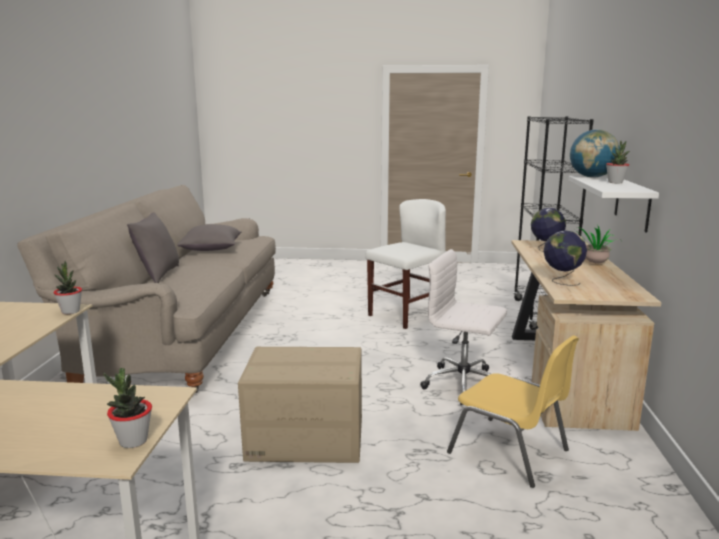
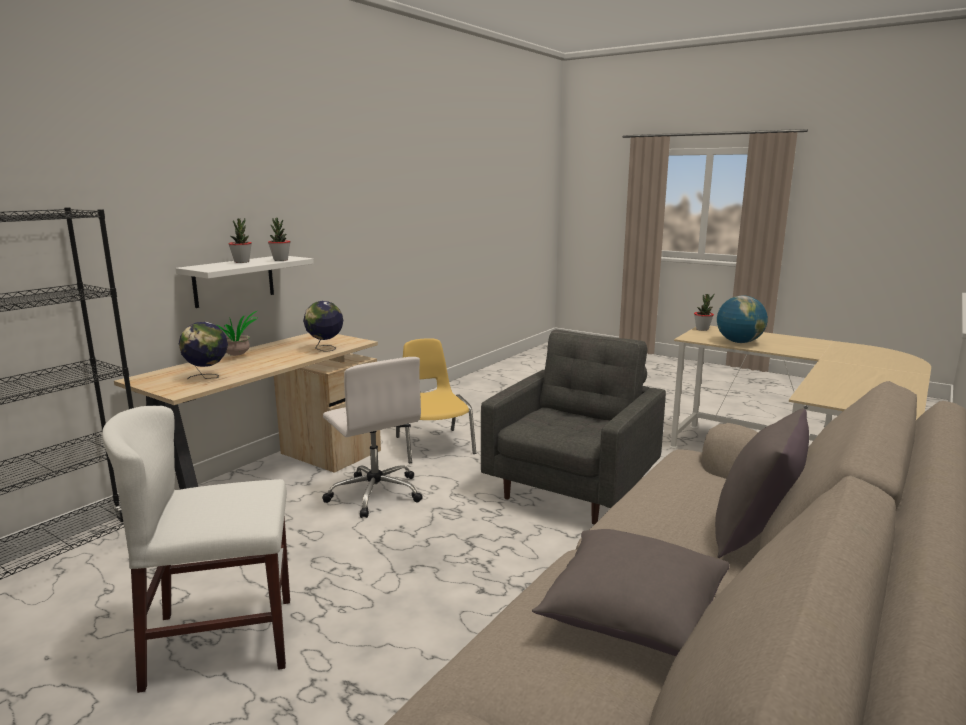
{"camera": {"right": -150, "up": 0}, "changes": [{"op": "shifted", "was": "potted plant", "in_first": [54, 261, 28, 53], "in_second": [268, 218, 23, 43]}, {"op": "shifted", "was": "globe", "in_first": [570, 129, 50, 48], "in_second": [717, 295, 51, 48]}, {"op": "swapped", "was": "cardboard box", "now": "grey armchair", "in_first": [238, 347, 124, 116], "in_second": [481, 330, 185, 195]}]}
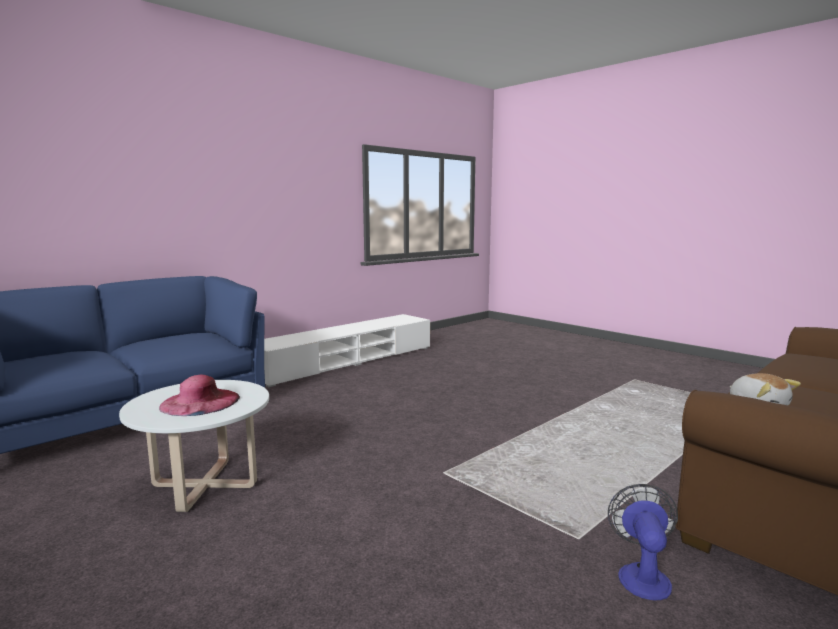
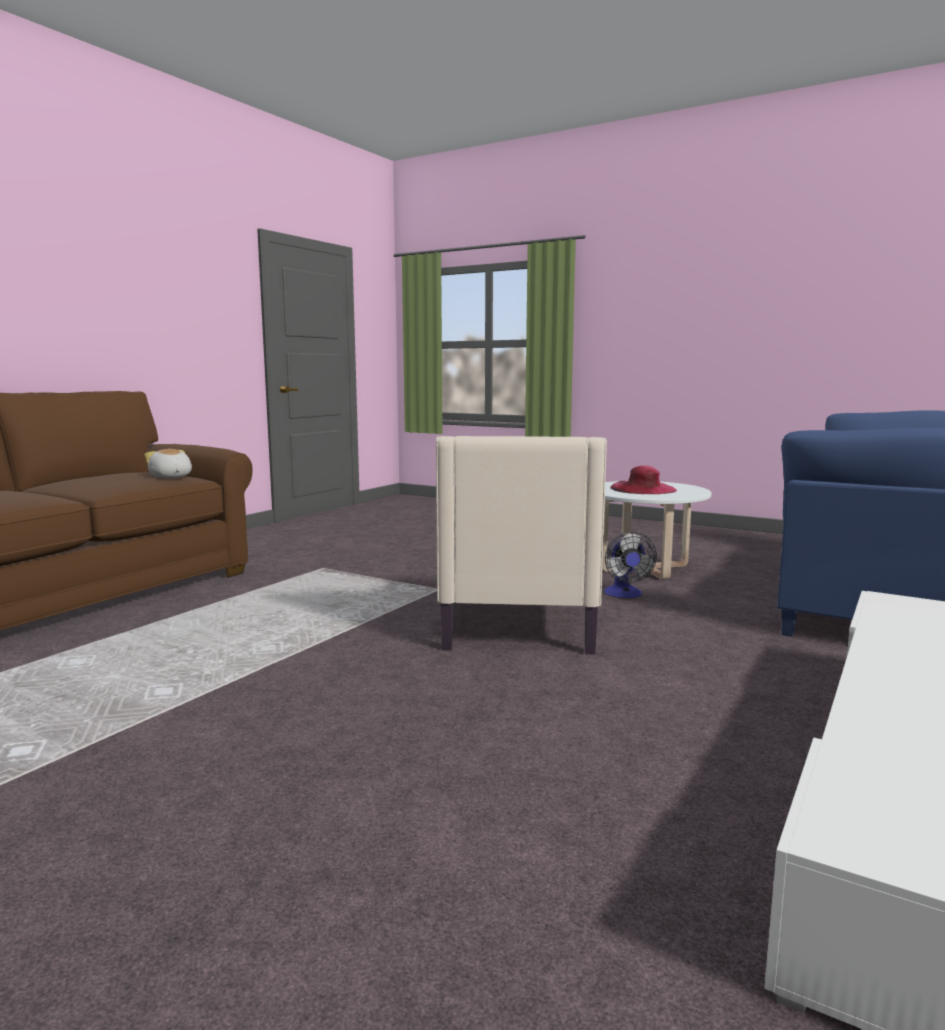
{"camera": {"right": 165, "up": 0}, "changes": [{"op": "new", "now": "beige armchair", "in_second": [436, 436, 171, 219]}, {"op": "shifted", "was": "fan", "in_first": [608, 484, 70, 116], "in_second": [604, 532, 53, 66]}]}
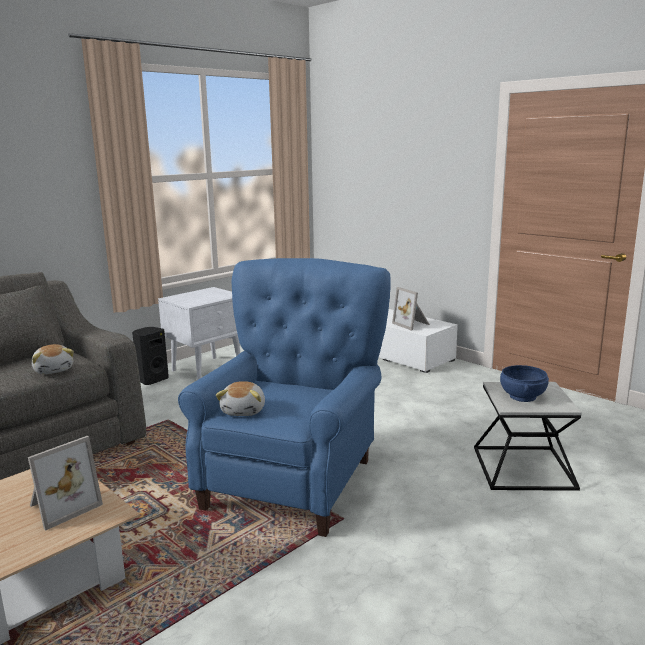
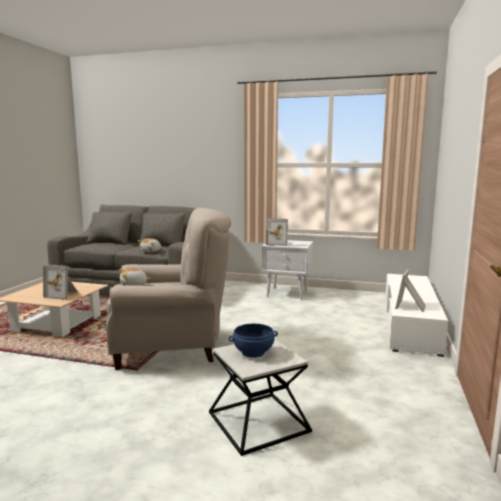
{"camera": {"right": 60, "up": -5}, "changes": [{"op": "gone", "was": "black speaker", "in_first": [132, 327, 37, 58]}, {"op": "new", "now": "picture frame", "in_second": [266, 218, 22, 28]}, {"op": "repainted", "was": "blue armchair", "now": "beige armchair", "in_first": [178, 258, 212, 279], "in_second": [106, 208, 125, 162]}]}
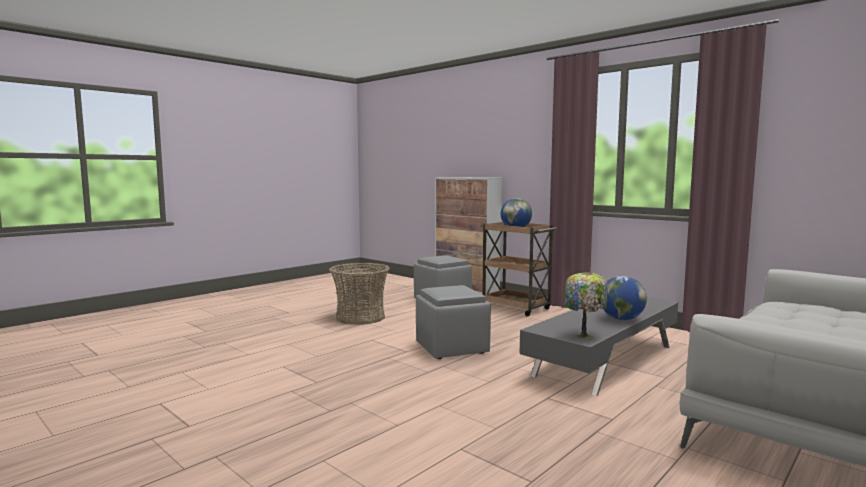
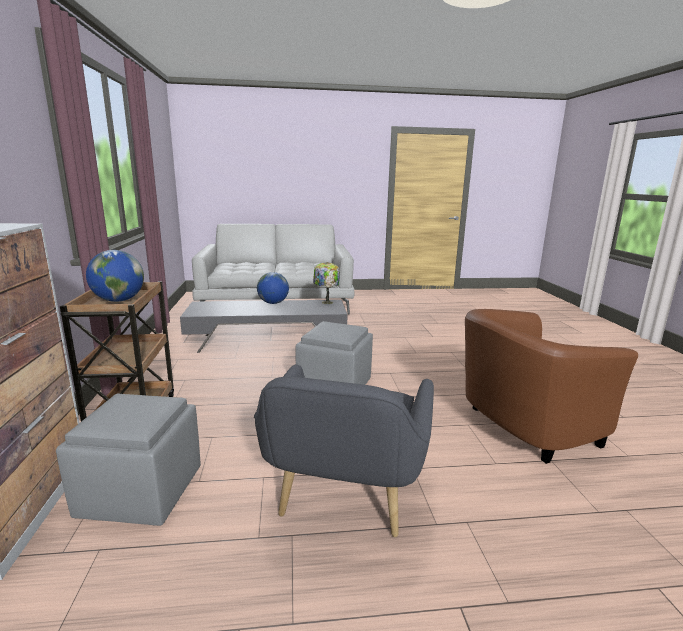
{"camera": {"right": -140, "up": 10}, "changes": [{"op": "new", "now": "brown armchair", "in_second": [465, 309, 173, 155]}, {"op": "swapped", "was": "basket", "now": "grey armchair", "in_first": [329, 263, 61, 62], "in_second": [254, 364, 180, 173]}]}
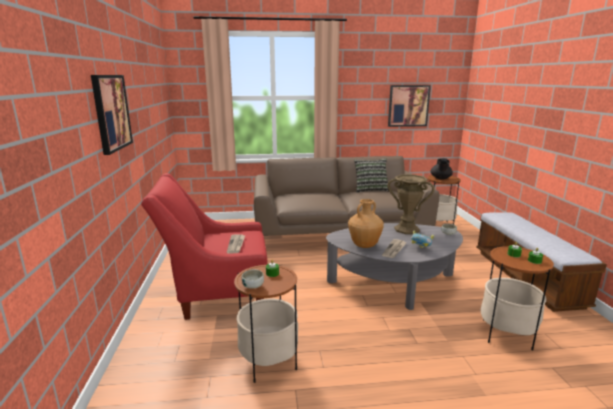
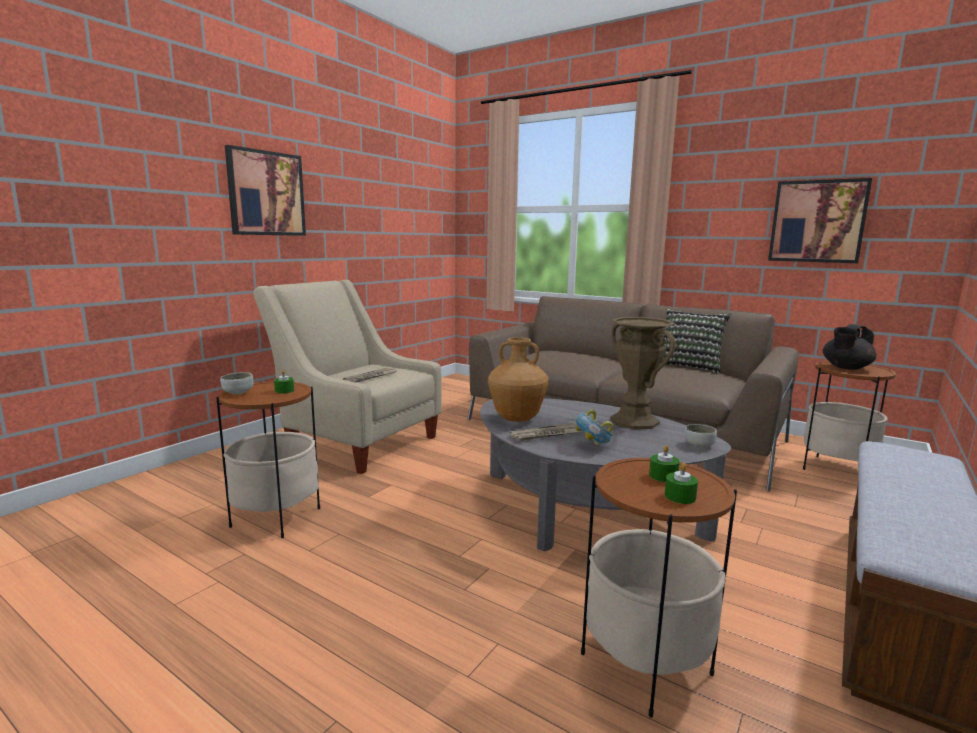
{"camera": {"right": 40, "up": -5}, "changes": [{"op": "repainted", "was": "red armchair", "now": "beige armchair", "in_first": [141, 173, 127, 147], "in_second": [253, 280, 189, 194]}]}
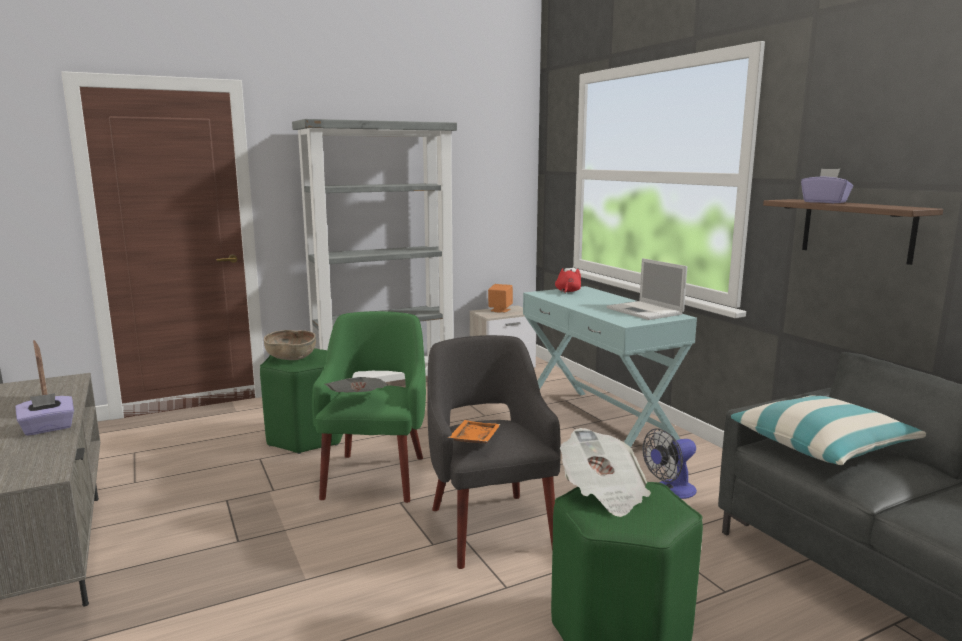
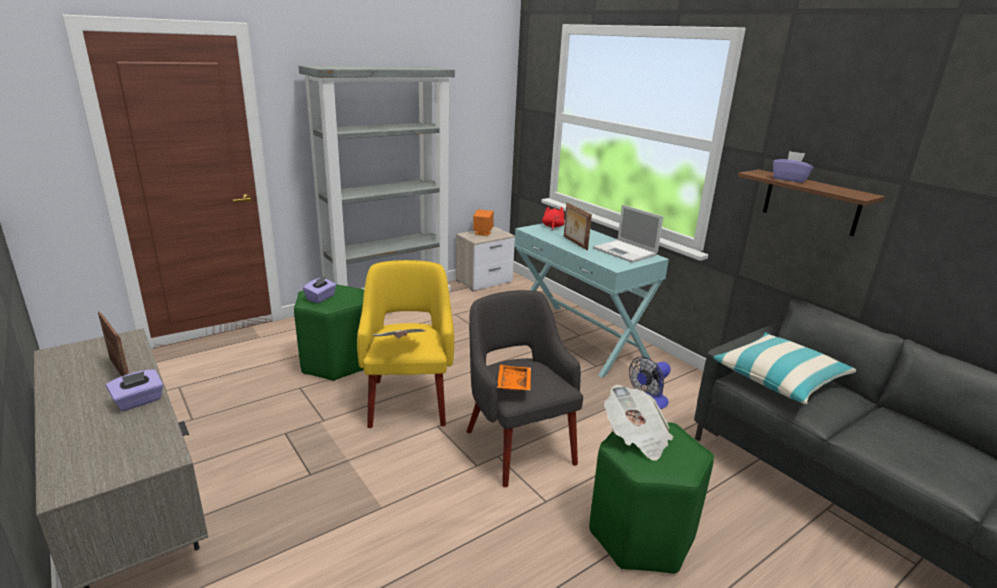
{"camera": {"right": -10, "up": 10}, "changes": [{"op": "new", "now": "picture frame", "in_second": [564, 202, 28, 48]}, {"op": "swapped", "was": "brown bowl", "now": "purple tissue box", "in_first": [264, 330, 52, 30], "in_second": [303, 276, 33, 27]}, {"op": "repainted", "was": "green armchair", "now": "yellow armchair", "in_first": [312, 311, 114, 192], "in_second": [357, 260, 97, 168]}]}
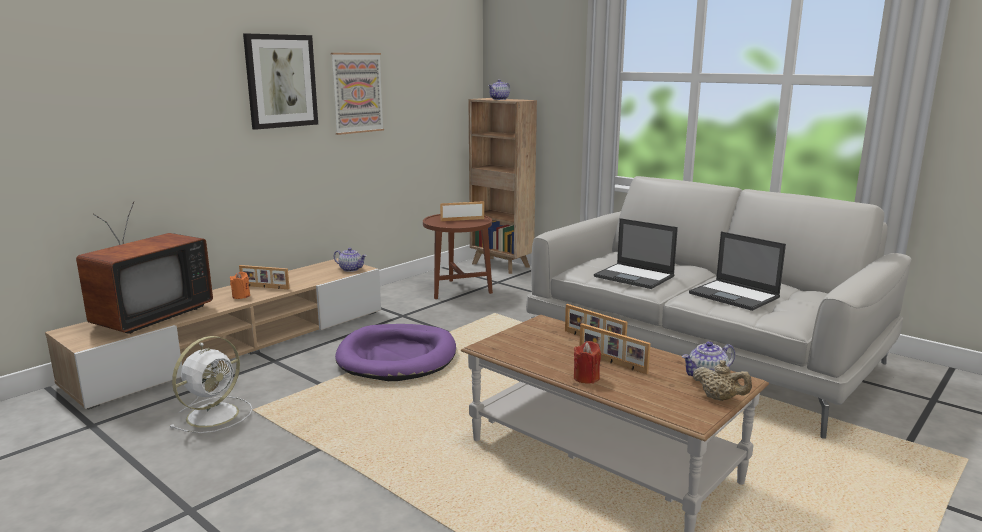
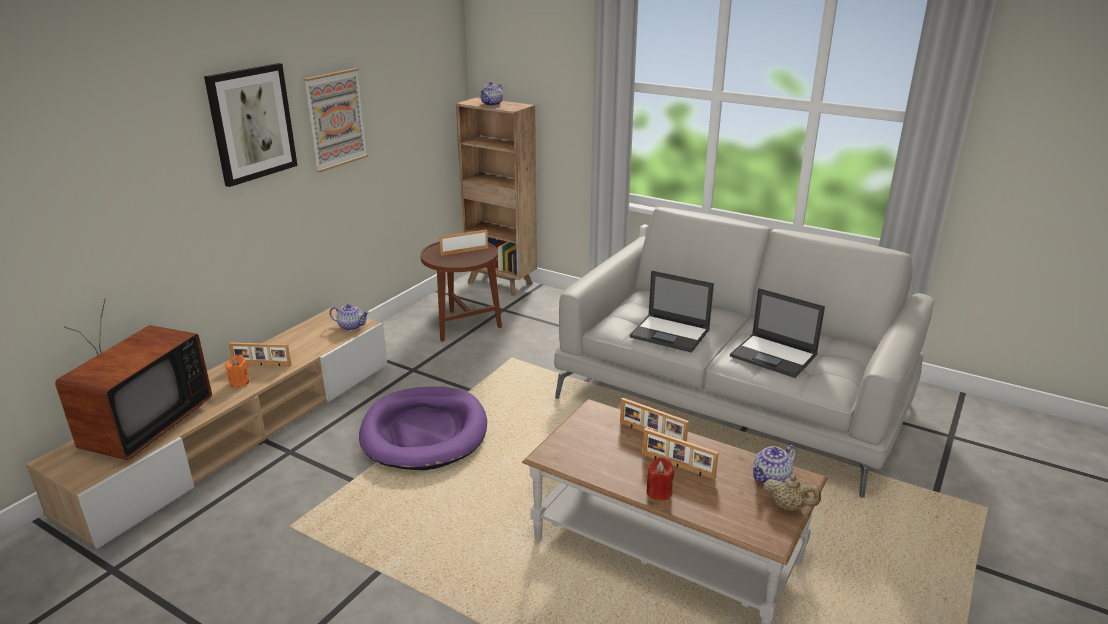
{"camera": {"right": -10, "up": 10}, "changes": [{"op": "gone", "was": "white fan", "in_first": [170, 336, 82, 97]}]}
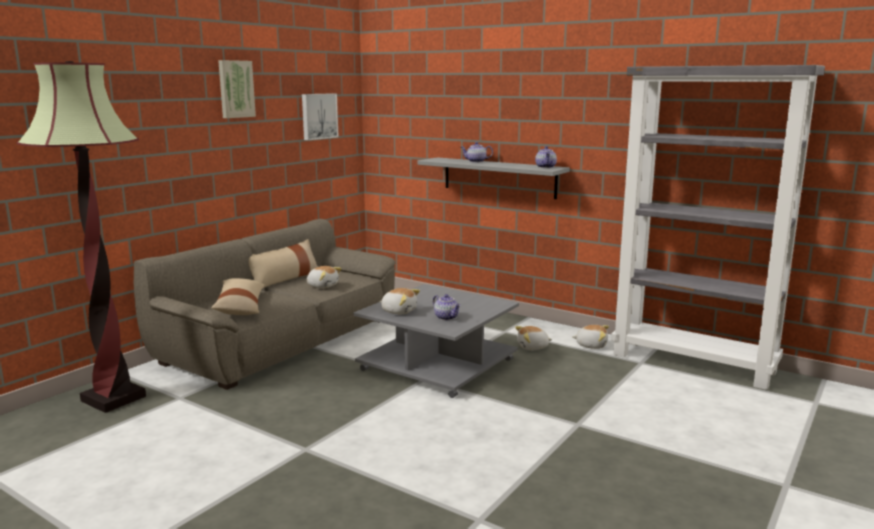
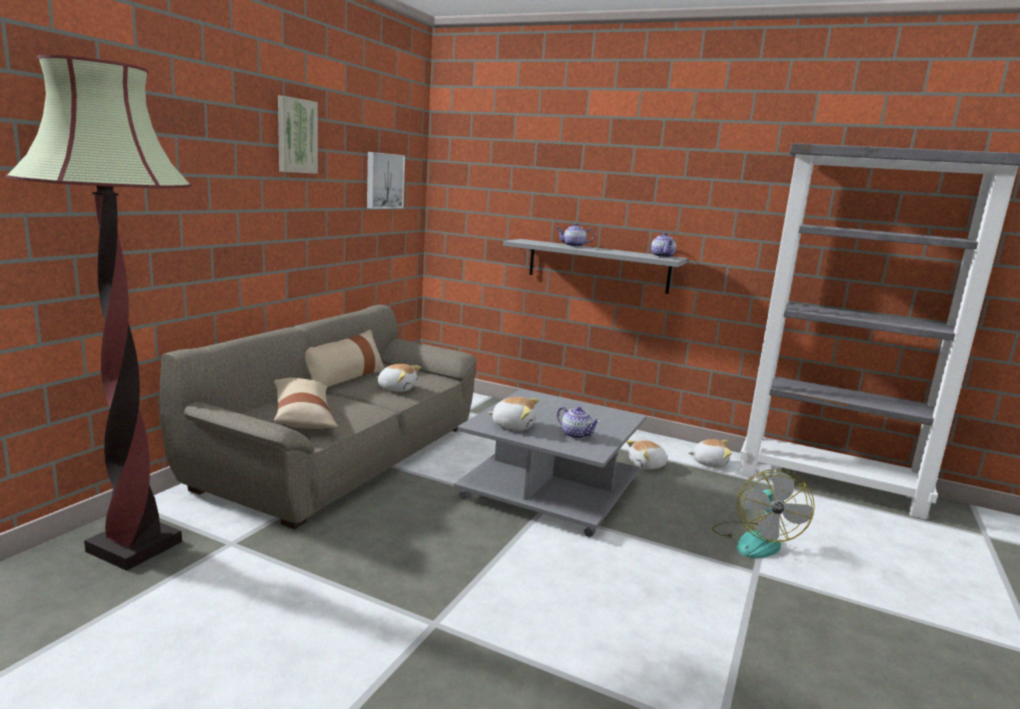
{"camera": {"right": -10, "up": 0}, "changes": [{"op": "new", "now": "fan", "in_second": [712, 469, 103, 89]}]}
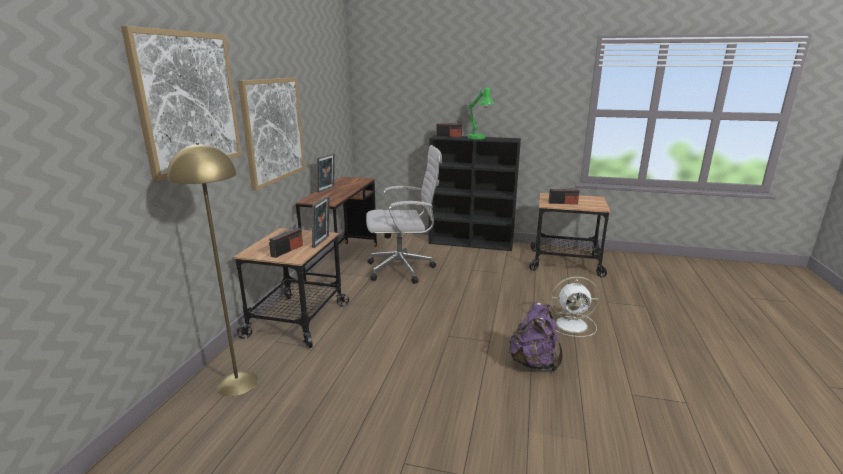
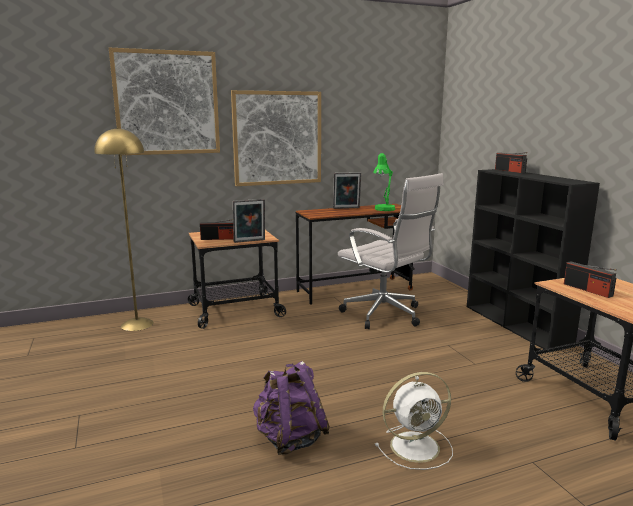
{"camera": {"right": 55, "up": -5}, "changes": [{"op": "shifted", "was": "green table lamp", "in_first": [468, 87, 25, 52], "in_second": [373, 153, 23, 58]}, {"op": "rotated", "was": "white fan", "in_first": [551, 276, 49, 61], "in_second": [375, 372, 78, 98], "clockwise": -75}]}
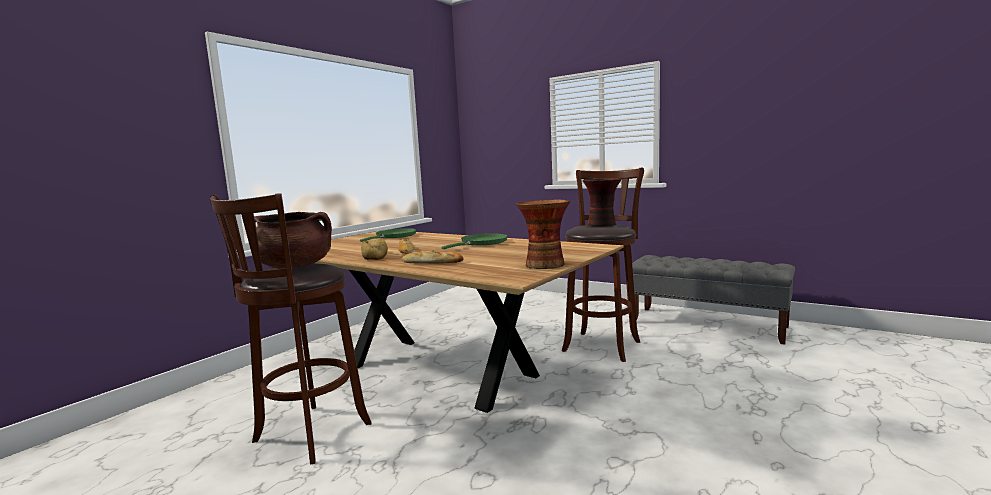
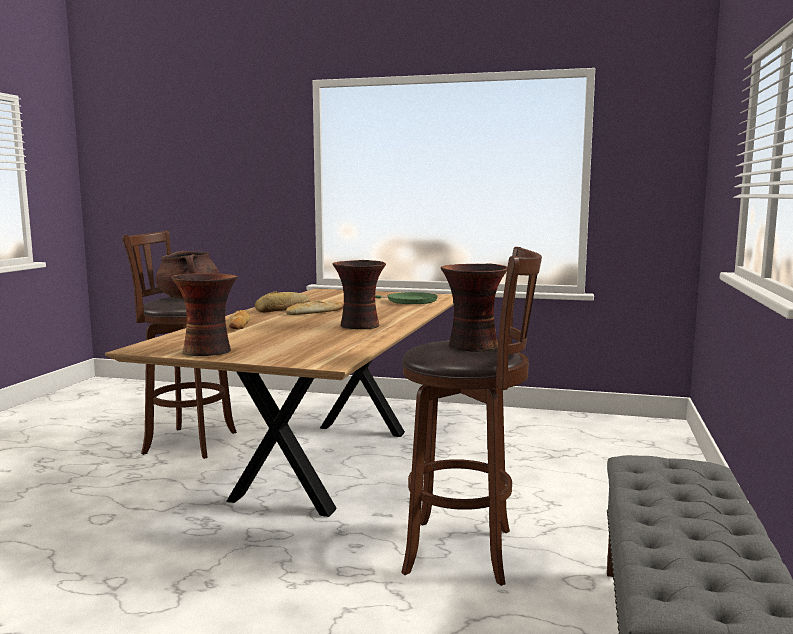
{"camera": {"right": 70, "up": 0}, "changes": [{"op": "swapped", "was": "green frying pan", "now": "vase", "in_first": [441, 233, 67, 16], "in_second": [333, 260, 53, 69]}]}
